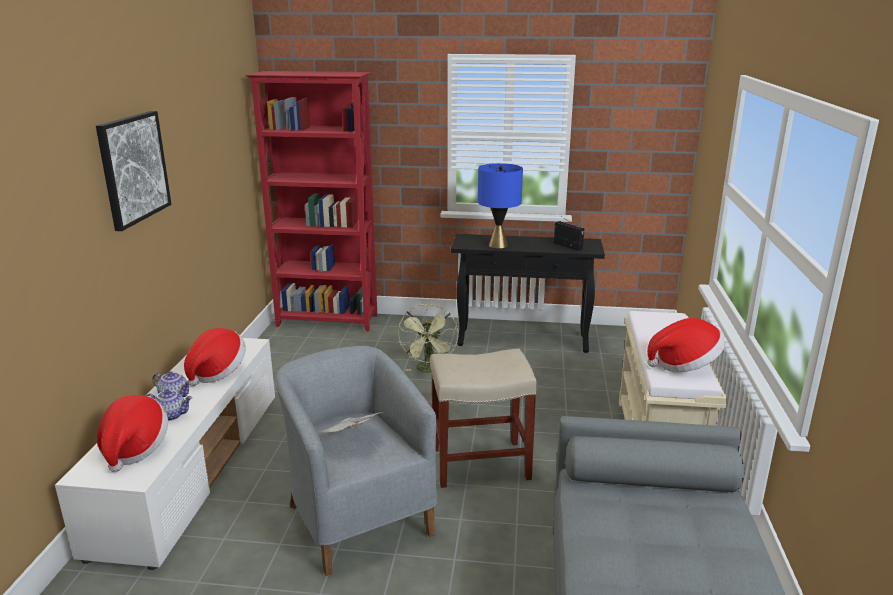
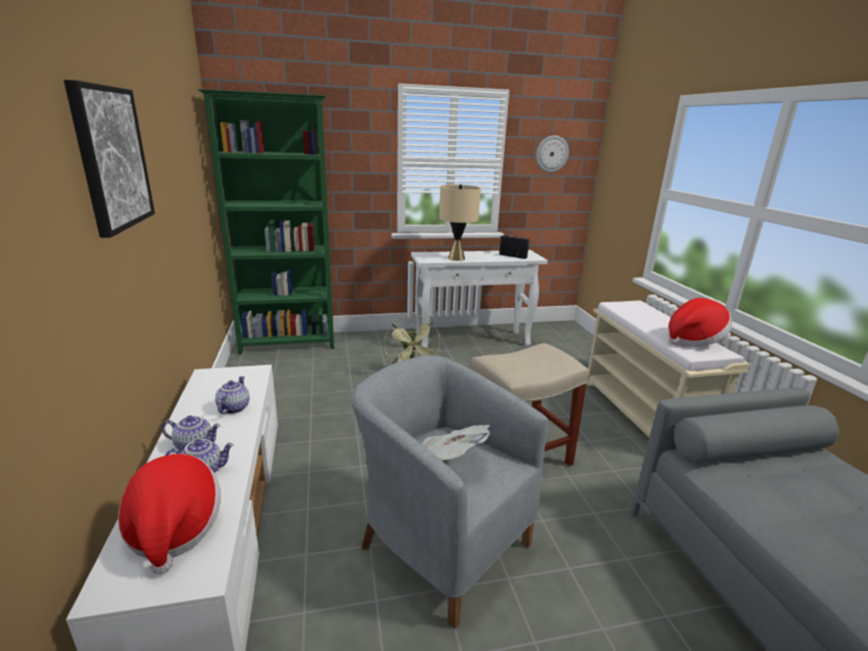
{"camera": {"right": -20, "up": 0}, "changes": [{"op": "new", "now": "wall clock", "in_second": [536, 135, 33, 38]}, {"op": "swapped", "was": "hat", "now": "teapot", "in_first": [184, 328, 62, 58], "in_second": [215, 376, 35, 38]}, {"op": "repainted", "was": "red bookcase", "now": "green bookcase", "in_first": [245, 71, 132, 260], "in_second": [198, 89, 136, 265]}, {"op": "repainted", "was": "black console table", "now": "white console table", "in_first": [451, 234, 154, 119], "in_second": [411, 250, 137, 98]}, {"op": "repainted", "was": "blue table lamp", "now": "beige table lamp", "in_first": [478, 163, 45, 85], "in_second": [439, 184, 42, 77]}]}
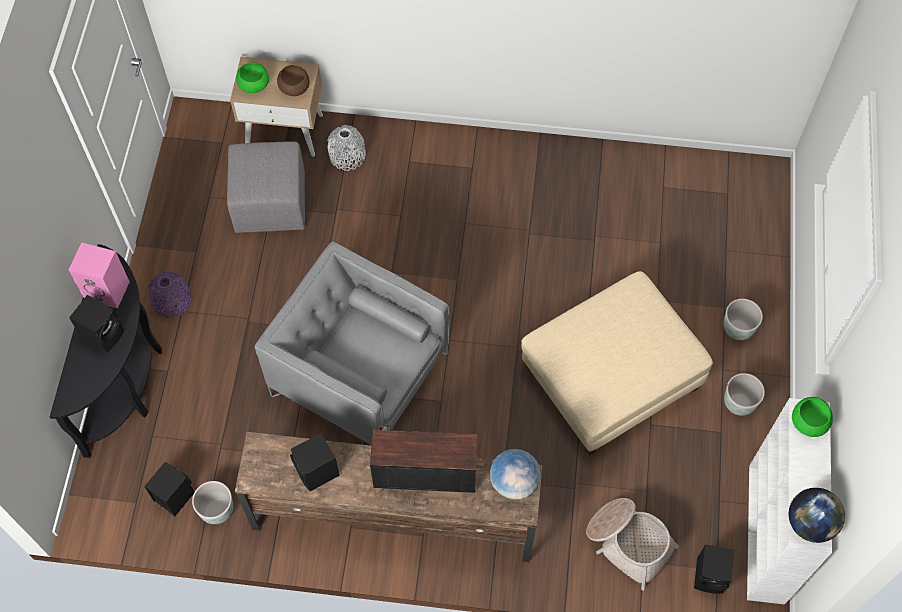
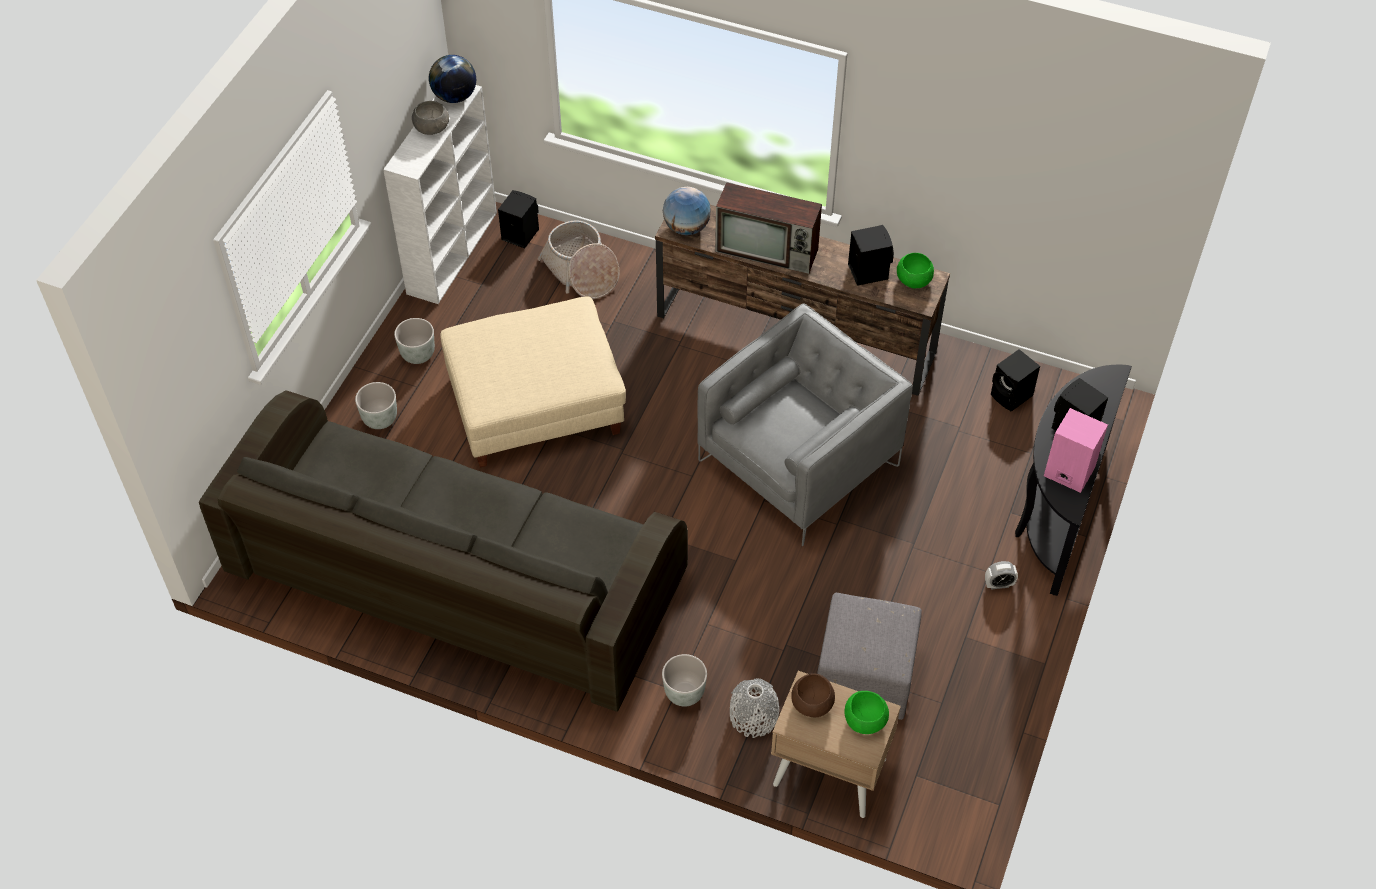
{"camera": {"right": -165, "up": -10}, "changes": [{"op": "new", "now": "grey sofa", "in_second": [199, 390, 489, 322]}, {"op": "new", "now": "grey bowl", "in_second": [412, 101, 37, 34]}, {"op": "shifted", "was": "grey planter", "in_first": [192, 481, 41, 43], "in_second": [662, 654, 45, 53]}, {"op": "shifted", "was": "green bowl", "in_first": [792, 397, 41, 40], "in_second": [897, 253, 37, 35]}, {"op": "swapped", "was": "purple vase", "now": "alarm clock", "in_first": [149, 272, 43, 47], "in_second": [985, 561, 33, 29]}, {"op": "rotated", "was": "grey armchair", "in_first": [255, 241, 195, 204], "in_second": [697, 303, 216, 243], "clockwise": -90}]}
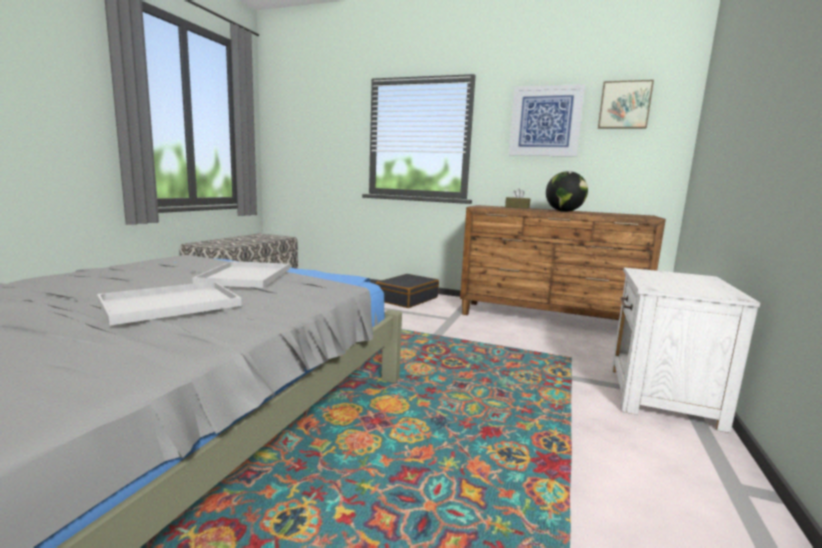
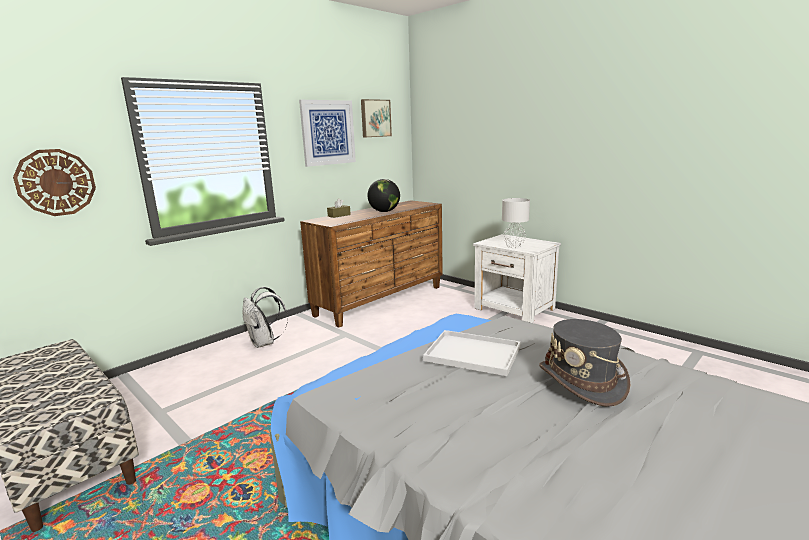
{"camera": {"right": -65, "up": 5}, "changes": [{"op": "new", "now": "wall clock", "in_second": [13, 149, 83, 67]}, {"op": "new", "now": "grey table lamp", "in_second": [502, 198, 28, 50]}, {"op": "swapped", "was": "white tray", "now": "grey hat", "in_first": [97, 281, 145, 44], "in_second": [539, 319, 91, 88]}, {"op": "swapped", "was": "black suitcase", "now": "white backpack", "in_first": [376, 274, 63, 34], "in_second": [243, 287, 45, 61]}]}
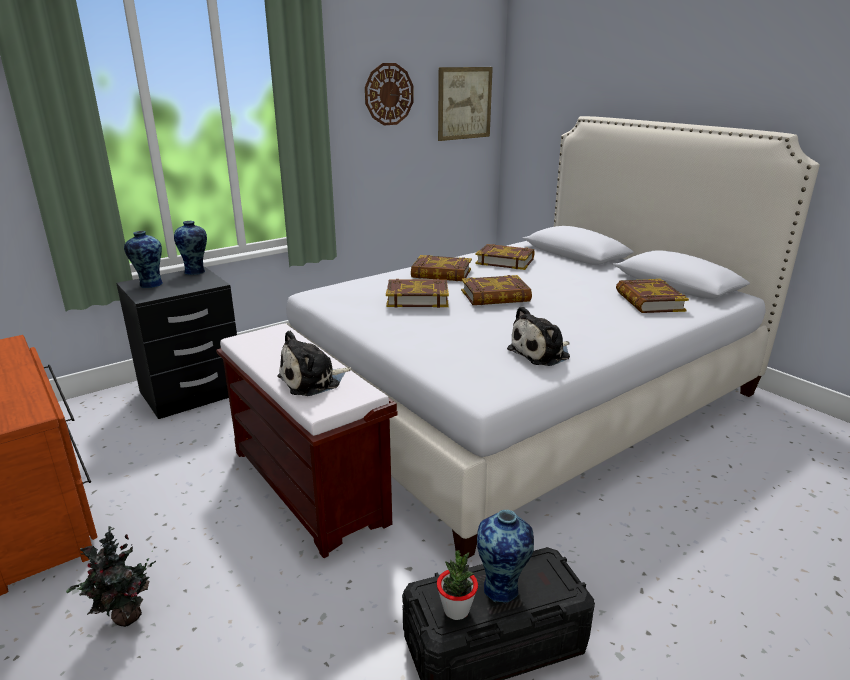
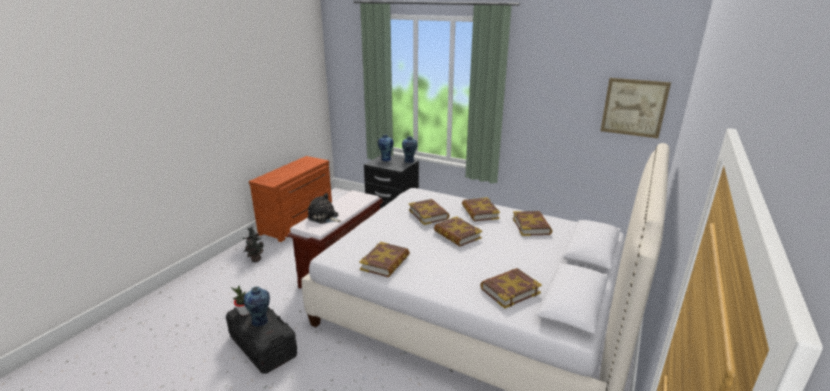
{"camera": {"right": 65, "up": 0}, "changes": [{"op": "gone", "was": "wall clock", "in_first": [365, 63, 49, 62]}, {"op": "swapped", "was": "plush toy", "now": "book", "in_first": [507, 306, 63, 60], "in_second": [359, 242, 51, 35]}]}
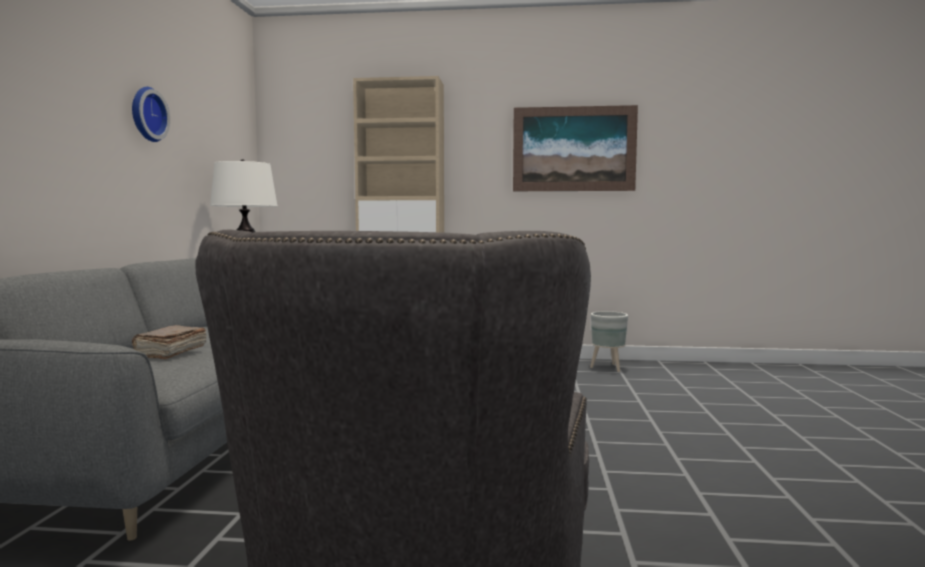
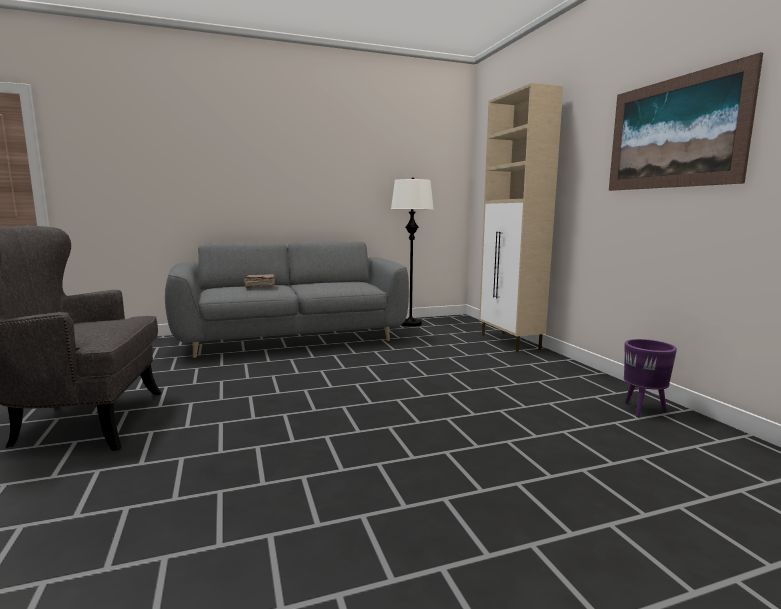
{"camera": {"right": 65, "up": 5}, "changes": [{"op": "gone", "was": "wall clock", "in_first": [132, 87, 38, 55]}, {"op": "repainted", "was": "grey planter", "now": "purple planter", "in_first": [590, 311, 38, 61], "in_second": [624, 339, 53, 78]}]}
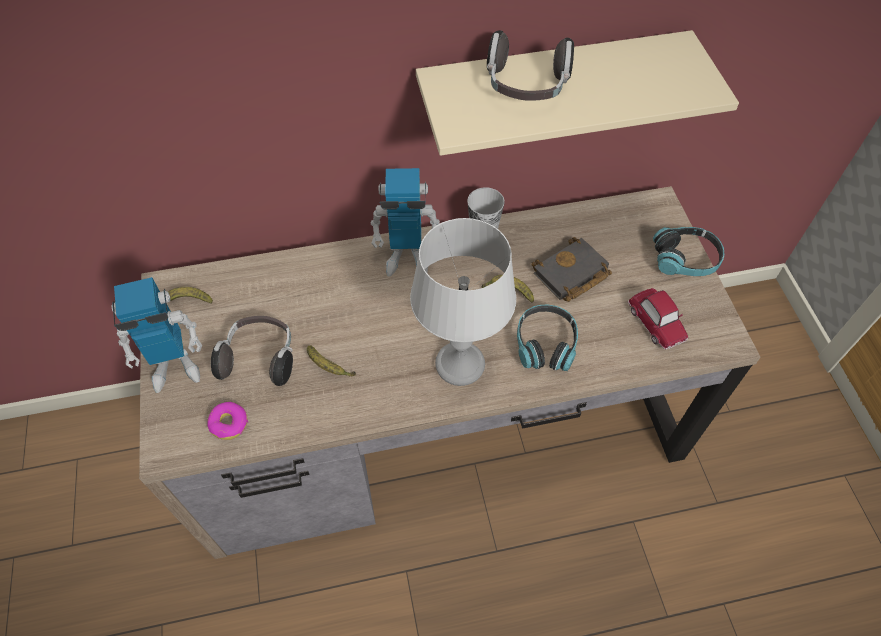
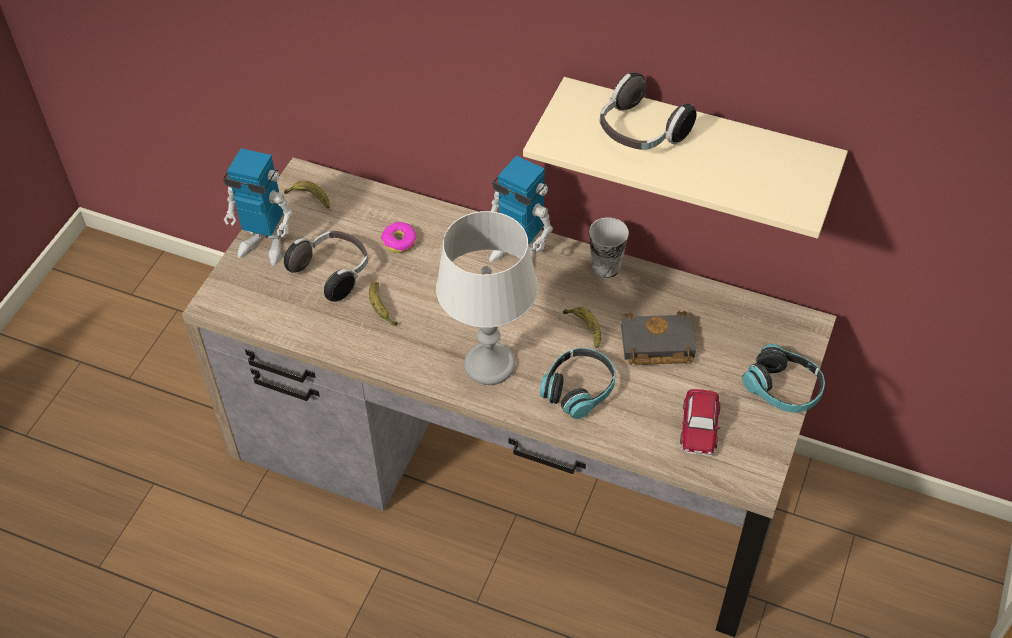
{"camera": {"right": 35, "up": -5}, "changes": [{"op": "shifted", "was": "donut", "in_first": [207, 402, 41, 38], "in_second": [381, 222, 36, 31]}]}
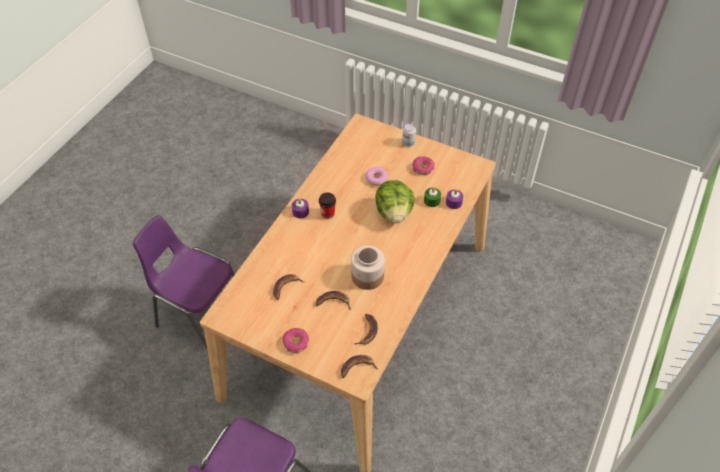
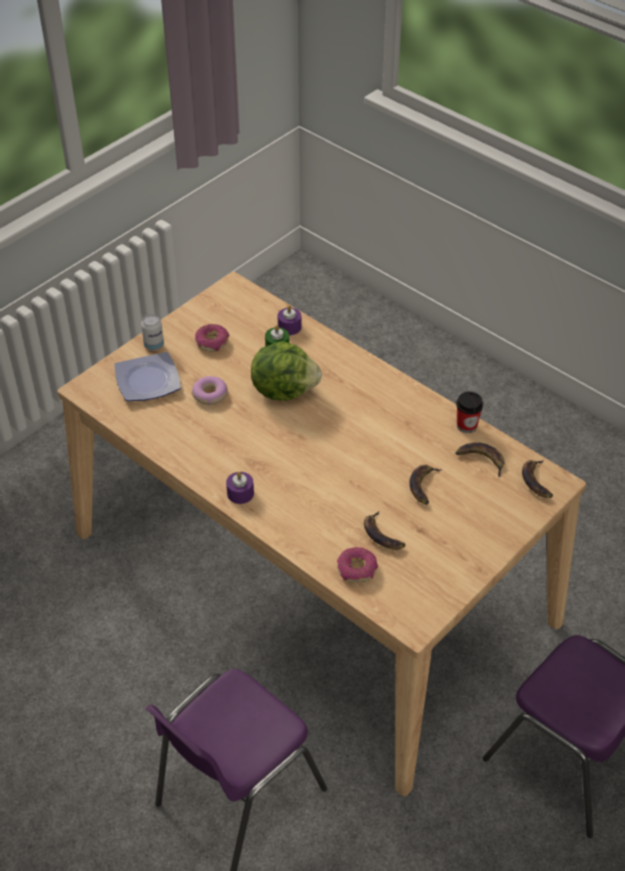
{"camera": {"right": -75, "up": -5}, "changes": [{"op": "gone", "was": "jar", "in_first": [351, 246, 34, 44]}, {"op": "new", "now": "plate", "in_second": [114, 352, 67, 49]}, {"op": "shifted", "was": "donut", "in_first": [282, 328, 27, 25], "in_second": [337, 547, 41, 36]}, {"op": "shifted", "was": "cup", "in_first": [319, 192, 17, 27], "in_second": [456, 391, 27, 42]}]}
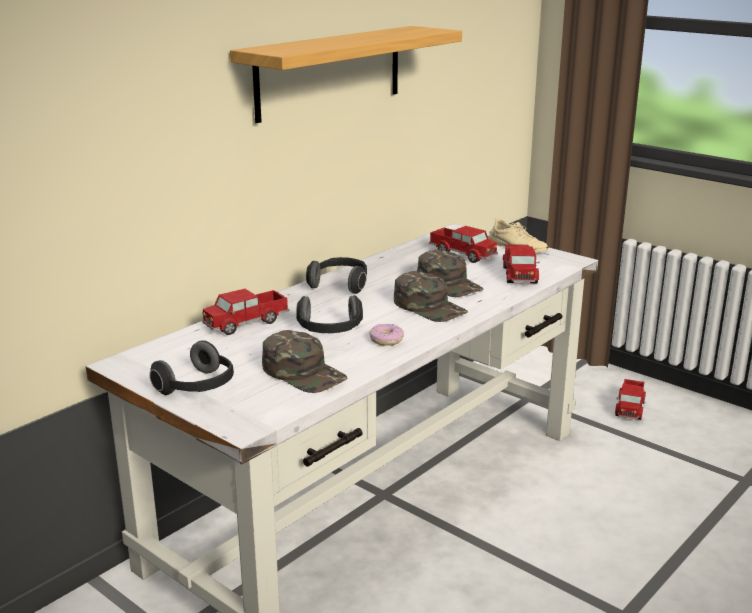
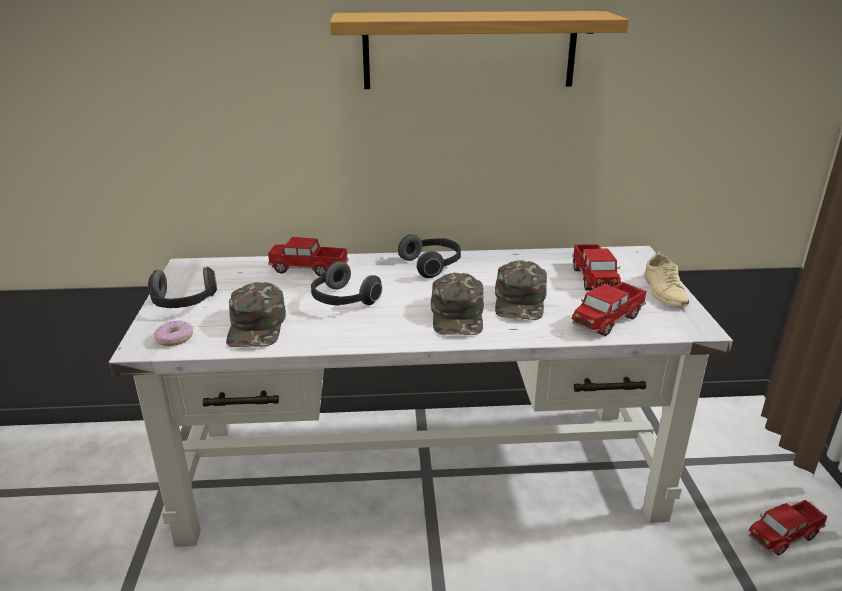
{"camera": {"right": 45, "up": 5}, "changes": [{"op": "shifted", "was": "donut", "in_first": [369, 324, 35, 22], "in_second": [154, 320, 39, 26]}]}
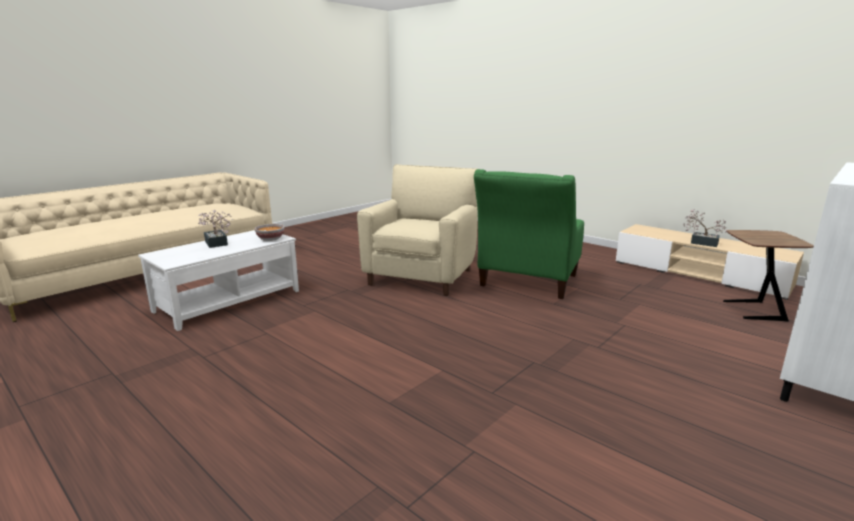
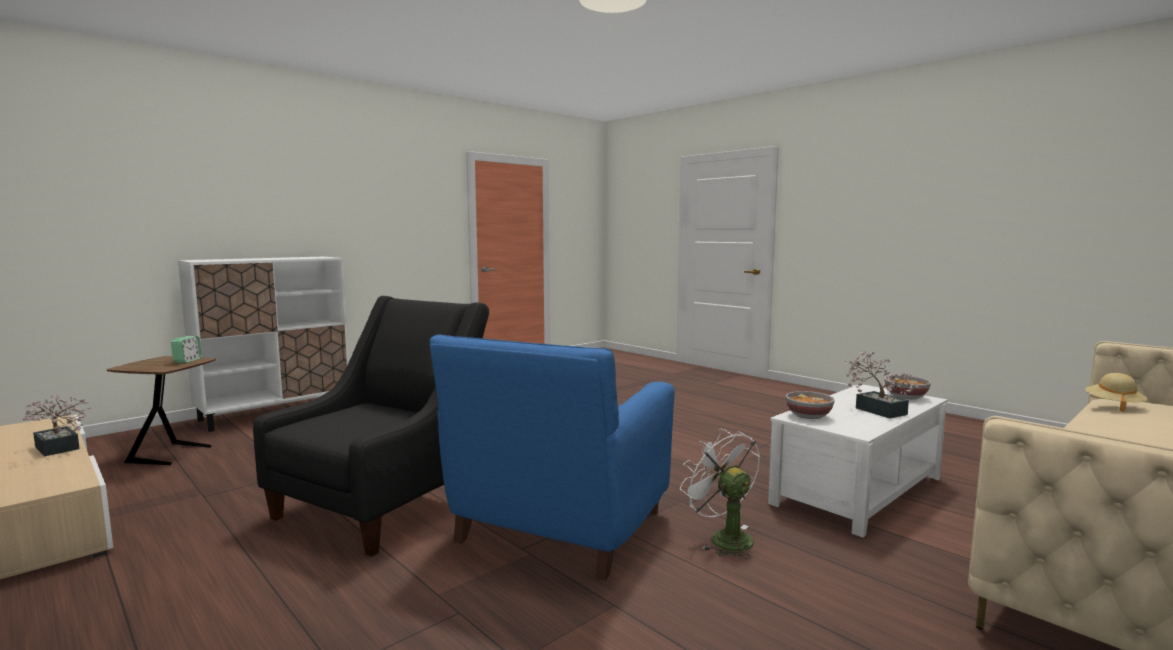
{"camera": {"right": -175, "up": -10}, "changes": [{"op": "new", "now": "alarm clock", "in_second": [171, 336, 31, 27]}, {"op": "new", "now": "white fan", "in_second": [680, 429, 80, 130]}, {"op": "new", "now": "bowl", "in_second": [885, 375, 46, 24]}, {"op": "new", "now": "beige hat", "in_second": [1085, 373, 62, 39]}, {"op": "repainted", "was": "beige armchair", "now": "blue armchair", "in_first": [357, 164, 121, 132], "in_second": [430, 334, 245, 247]}, {"op": "repainted", "was": "green armchair", "now": "black armchair", "in_first": [474, 169, 110, 130], "in_second": [253, 296, 236, 261]}]}
